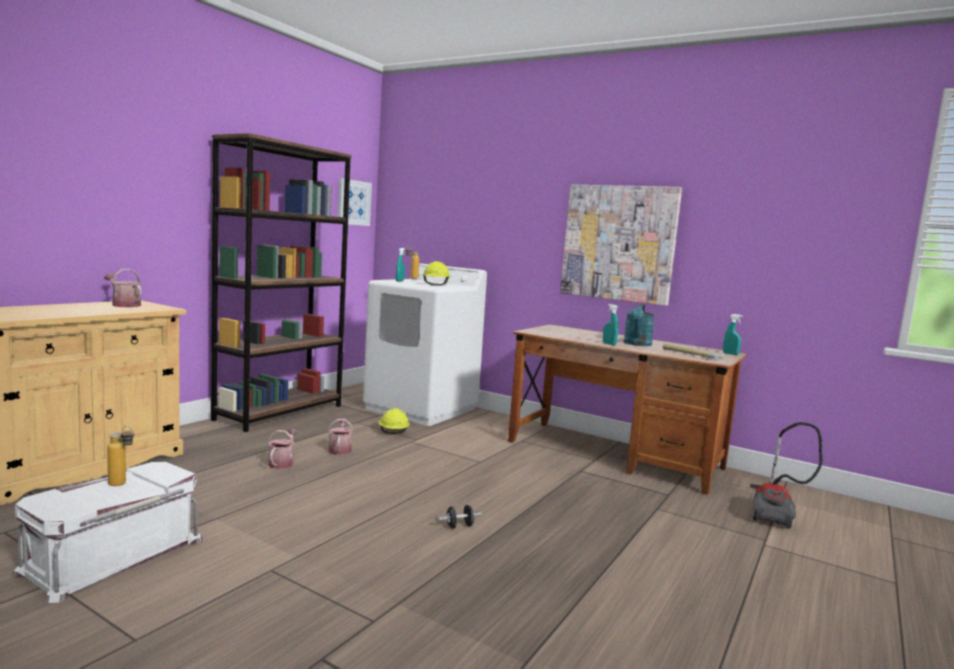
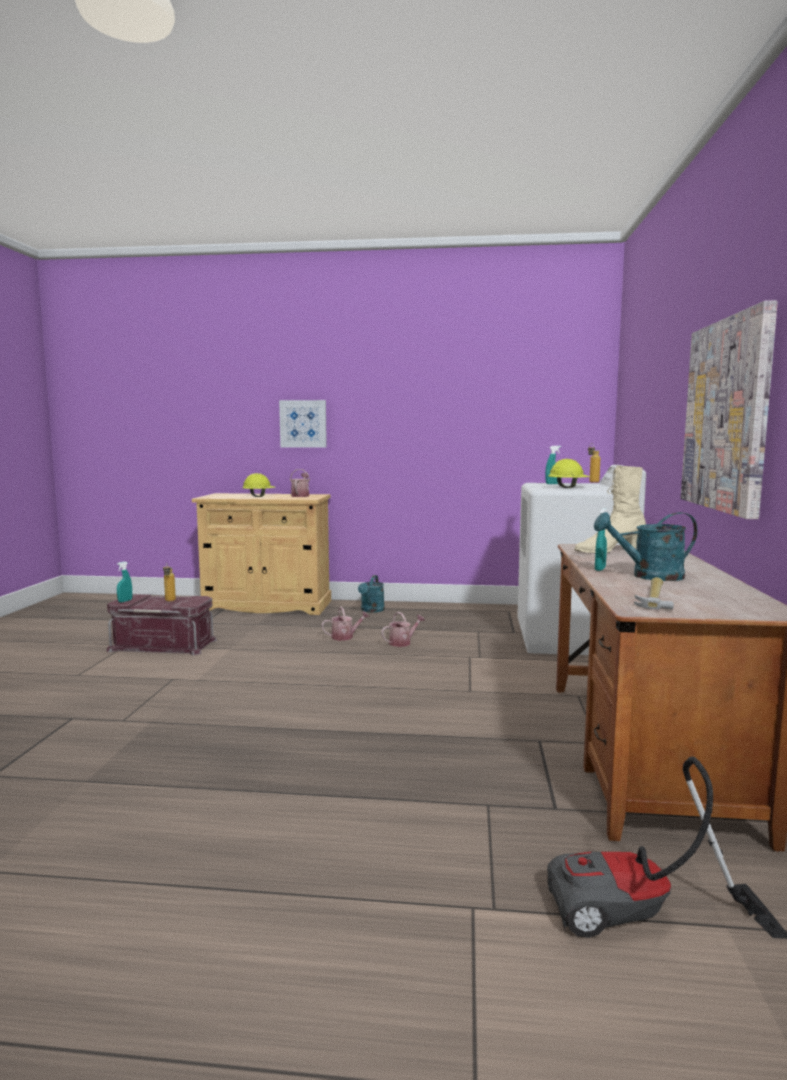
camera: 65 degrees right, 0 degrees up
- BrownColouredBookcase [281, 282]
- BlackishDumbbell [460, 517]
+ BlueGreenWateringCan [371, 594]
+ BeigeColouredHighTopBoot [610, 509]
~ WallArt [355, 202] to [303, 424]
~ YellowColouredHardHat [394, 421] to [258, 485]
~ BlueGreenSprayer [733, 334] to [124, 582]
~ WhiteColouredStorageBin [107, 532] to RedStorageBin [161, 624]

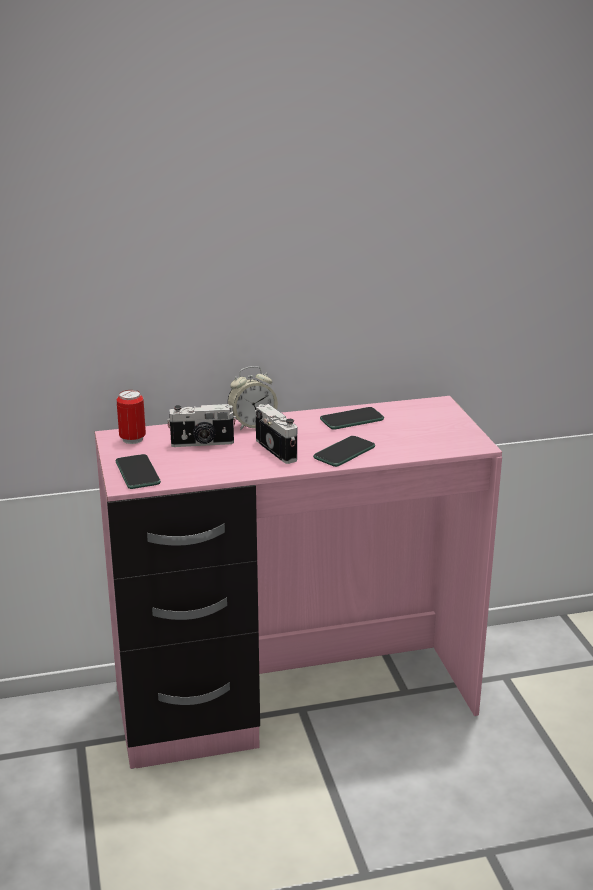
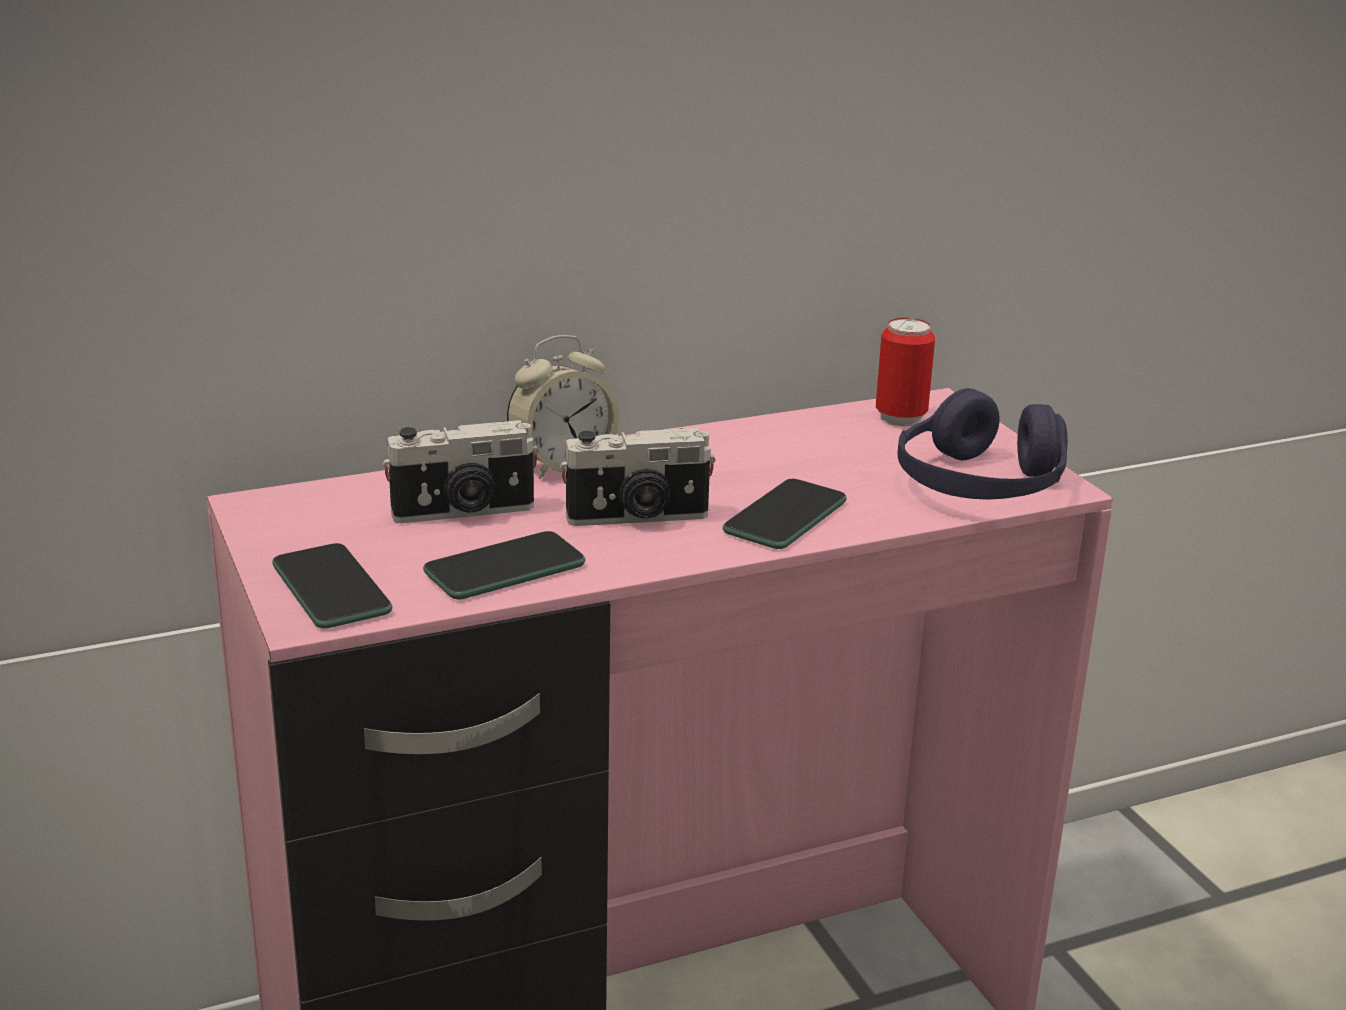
camera: 10 degrees left, 0 degrees up
+ PurplishHeadset [982, 443]
~ SealedCan [131, 417] to [905, 372]
~ Telephone [352, 418] to [504, 565]
~ PhotoCamera [276, 434] = [638, 477] 120 degrees clockwise

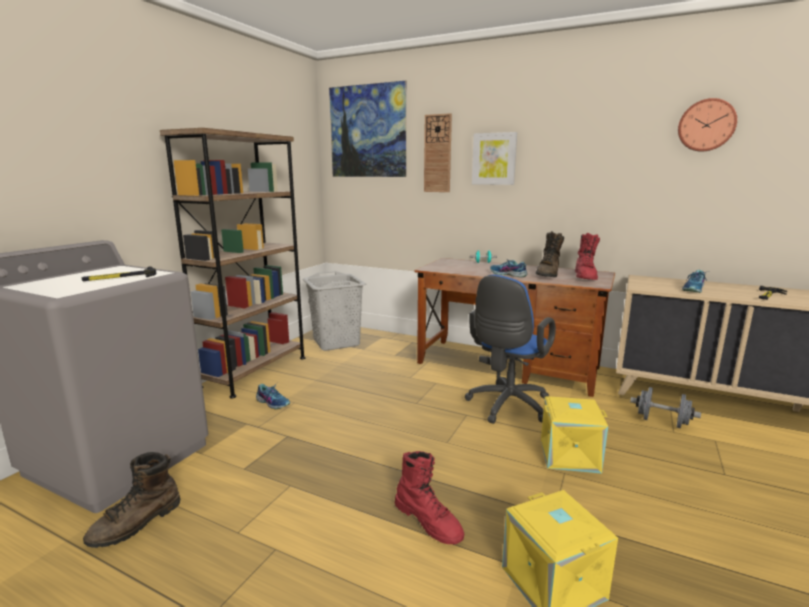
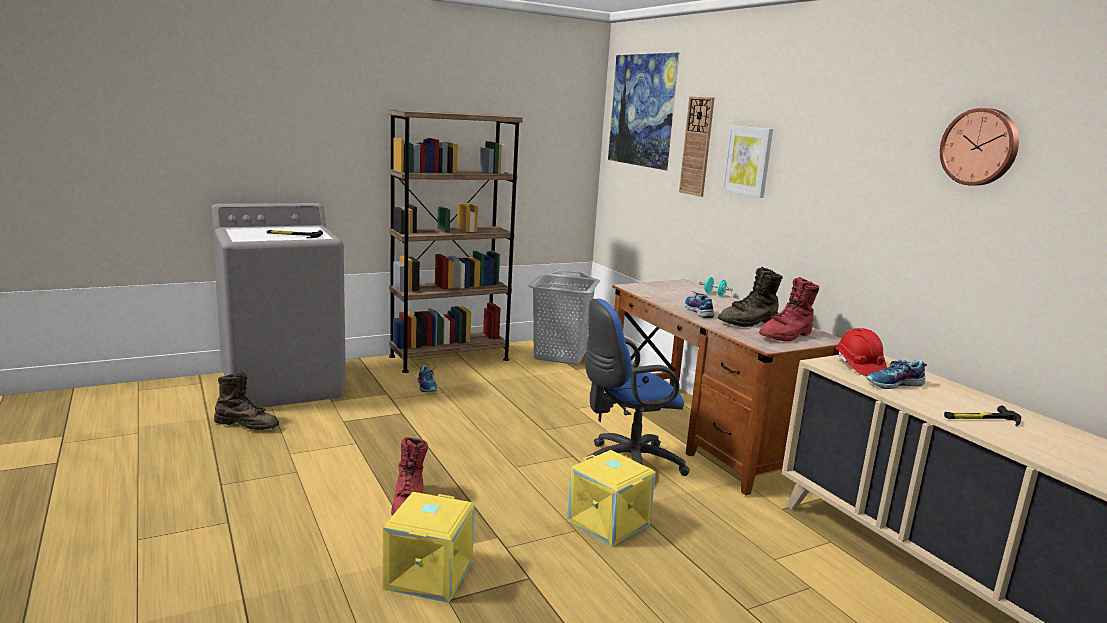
camera: 35 degrees right, 0 degrees up
- GreyDumbbell [665, 407]
+ RedHardHat [861, 352]
~ BrownColouredHighTopBoot [131, 500] = [246, 401] 150 degrees counterclockwise

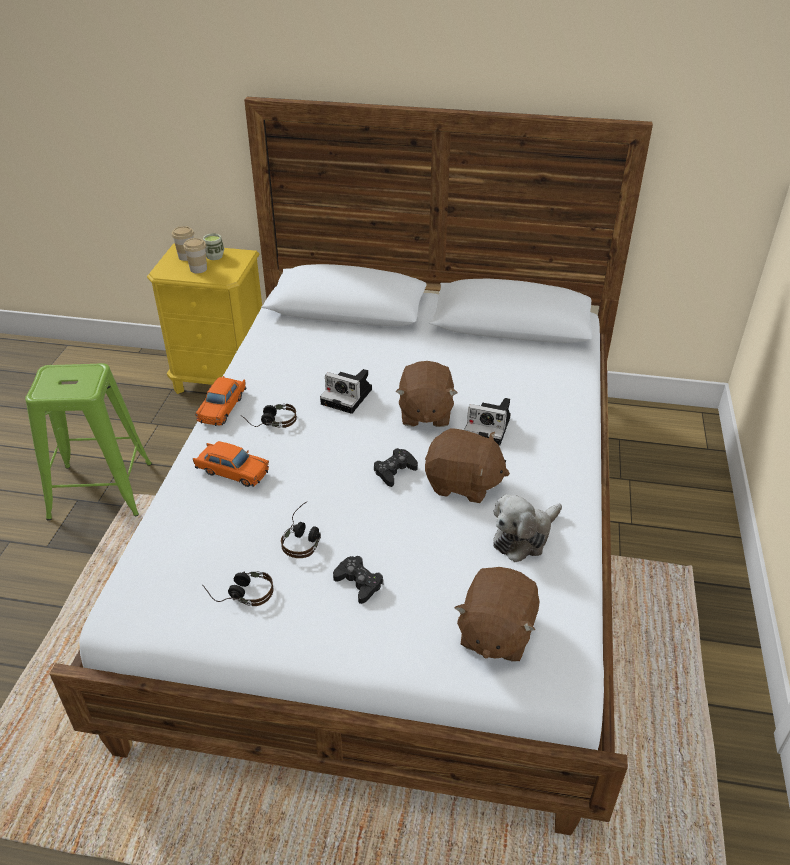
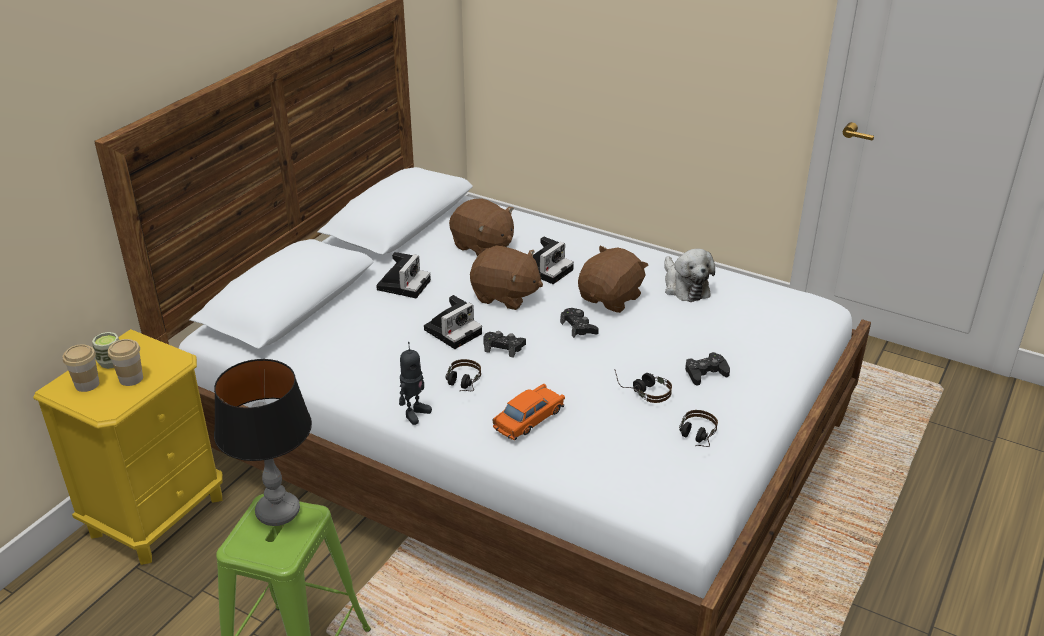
camera: 70 degrees left, 5 degrees down
+ LampForATable [263, 442]
+ PhotoCamera [403, 275]
+ BlackishGameController [504, 344]
~ BrownColouredCuddlyToy [497, 614] to [481, 227]
~ OrangeModelCar [220, 401] to RobotFigure [415, 383]

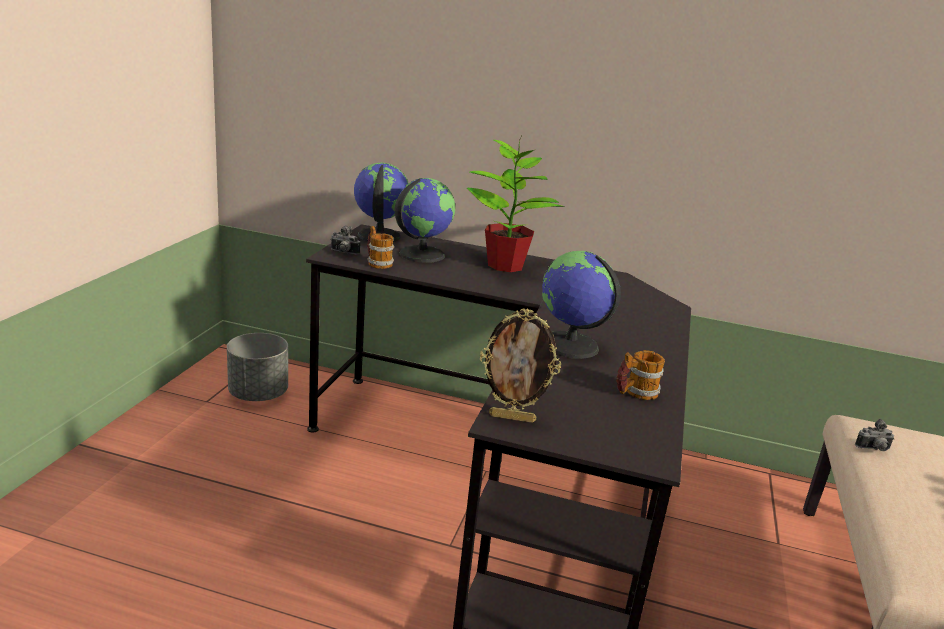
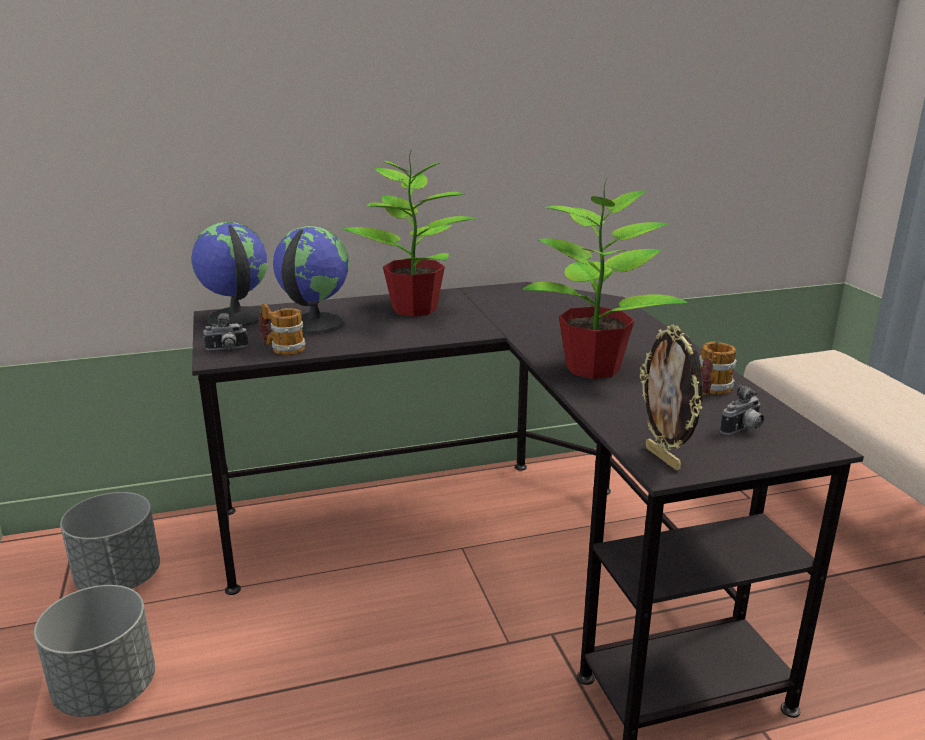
camera: 30 degrees left, 0 degrees up
+ GreyPlantPot [94, 651]
~ PhotoCamera [875, 435] to [742, 410]
~ WorldGlobe [581, 305] to Houseplant [605, 279]
~ StandingFrame [520, 365] = [671, 397] 90 degrees clockwise

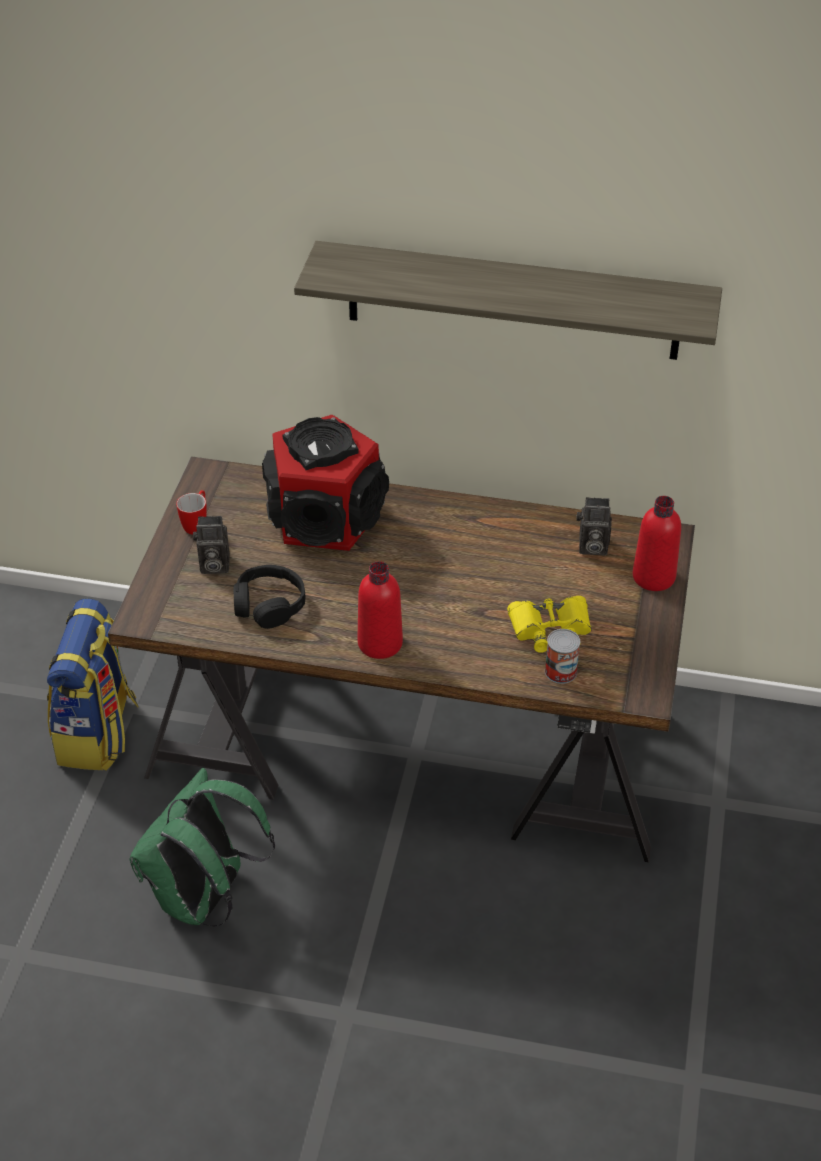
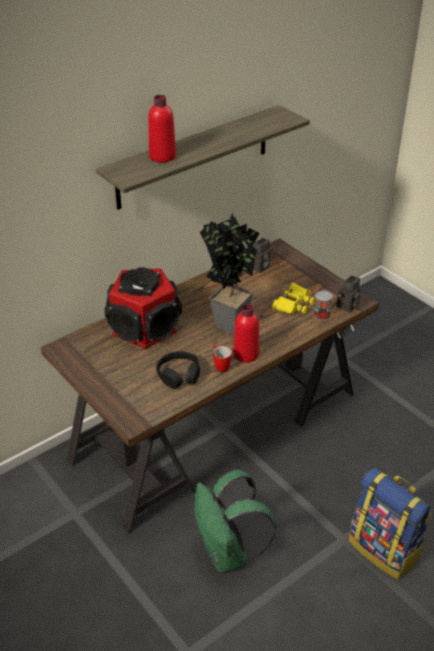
camera: 50 degrees left, 5 degrees down
+ Houseplant [229, 274]
~ Knapsack [93, 684] to [390, 524]
~ Mug [191, 512] to [222, 358]
~ PhotoCamera [211, 545] to [348, 294]
~ RedBottle [656, 543] to [162, 128]

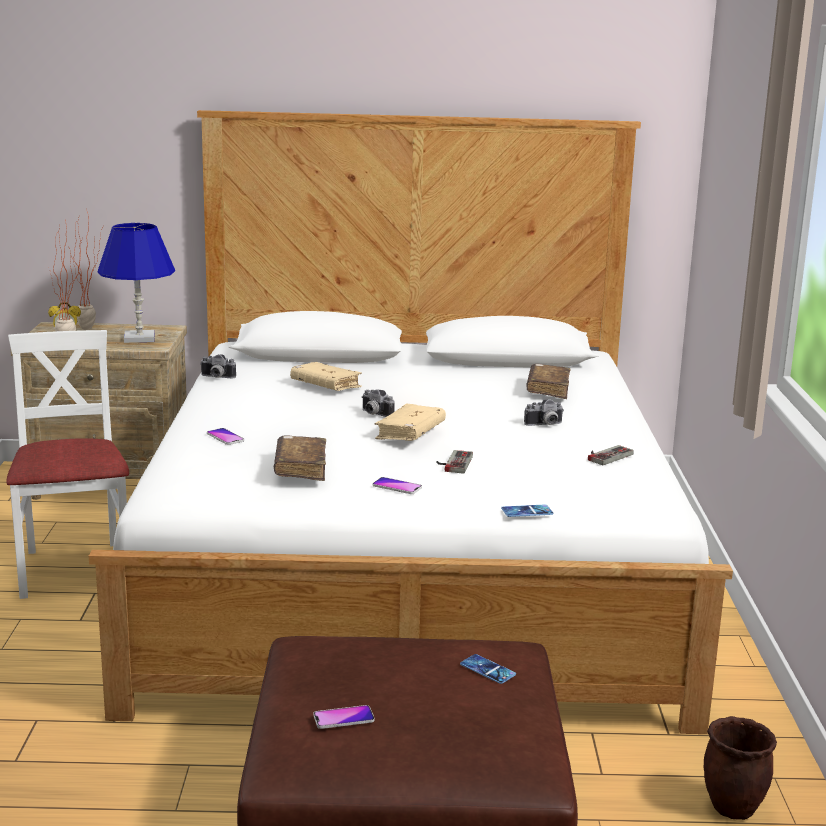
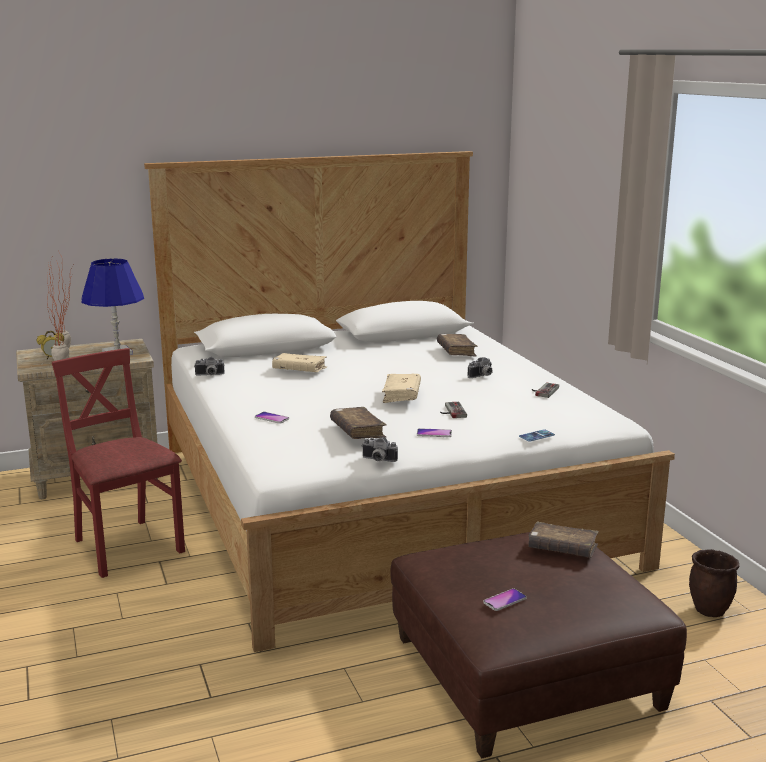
camera: 20 degrees left, 0 degrees up
~ PhotoCamera [378, 403] to [380, 449]
~ Telephone [488, 669] to BrownColouredBook [563, 540]
~ WhiteColouredPlainChair [67, 464] to RedPlainChair [118, 463]

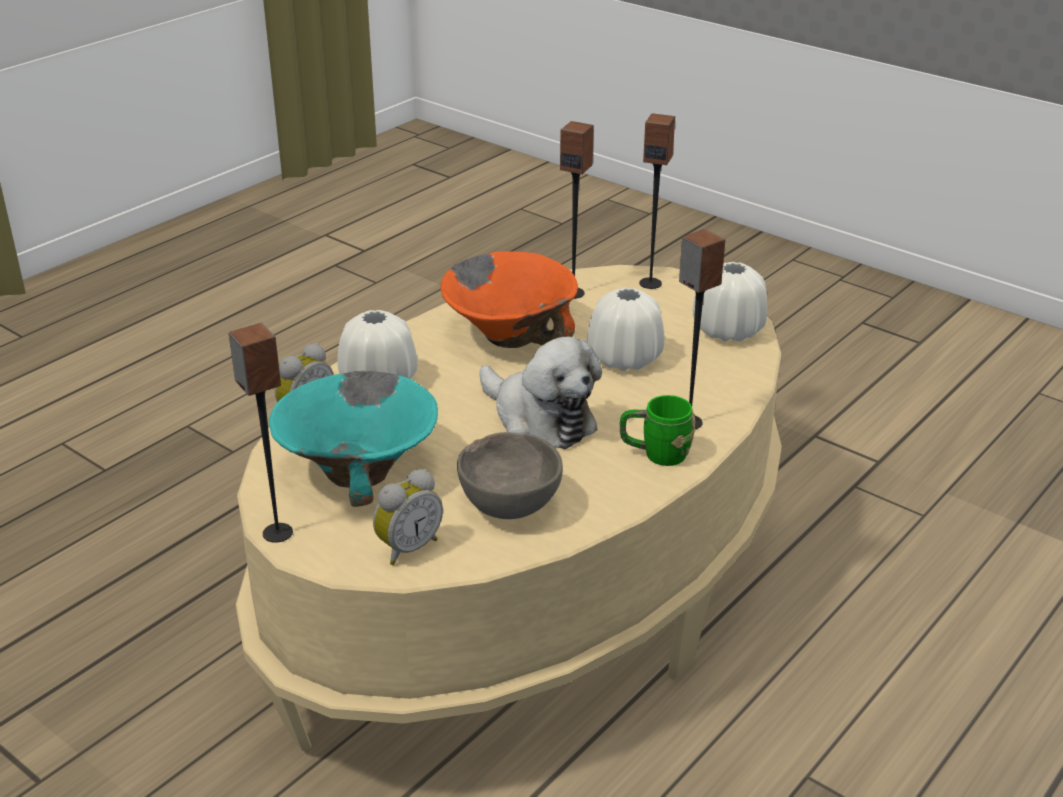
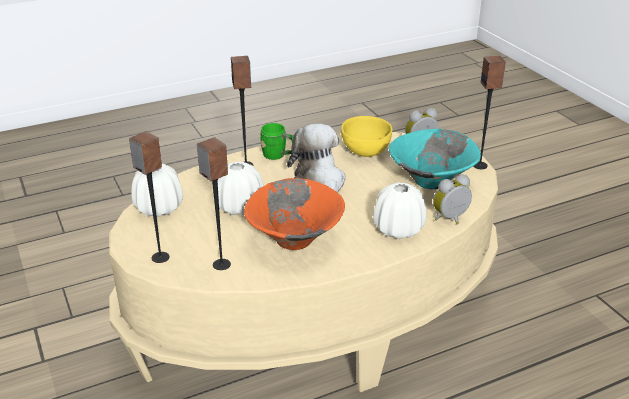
camera: 155 degrees left, 0 degrees up
~ GreyDeepDish [510, 475] to YellowColouredDeepDish [366, 136]

